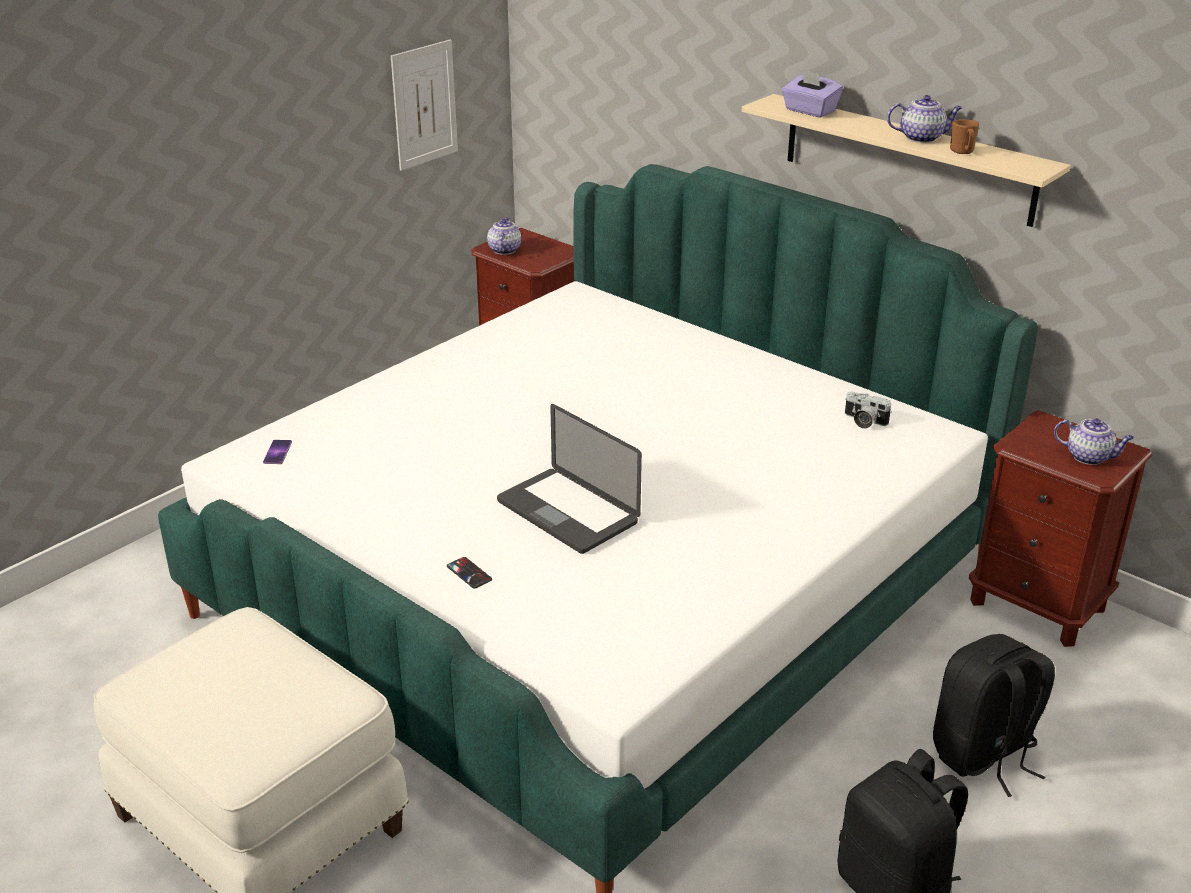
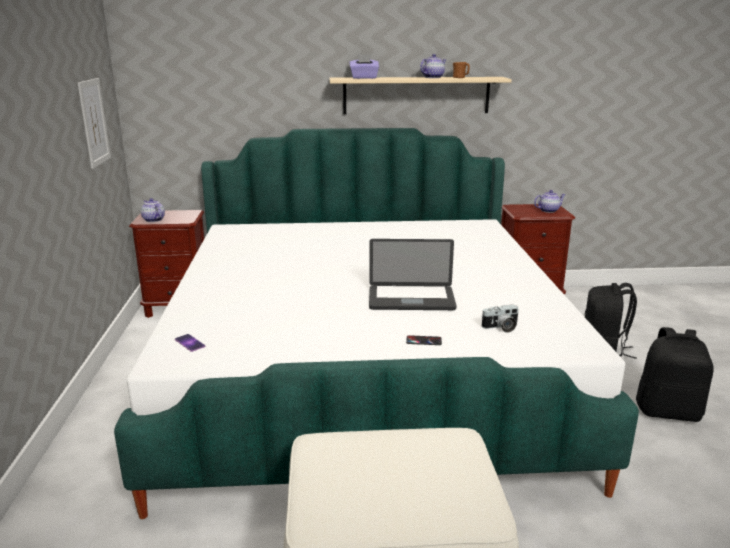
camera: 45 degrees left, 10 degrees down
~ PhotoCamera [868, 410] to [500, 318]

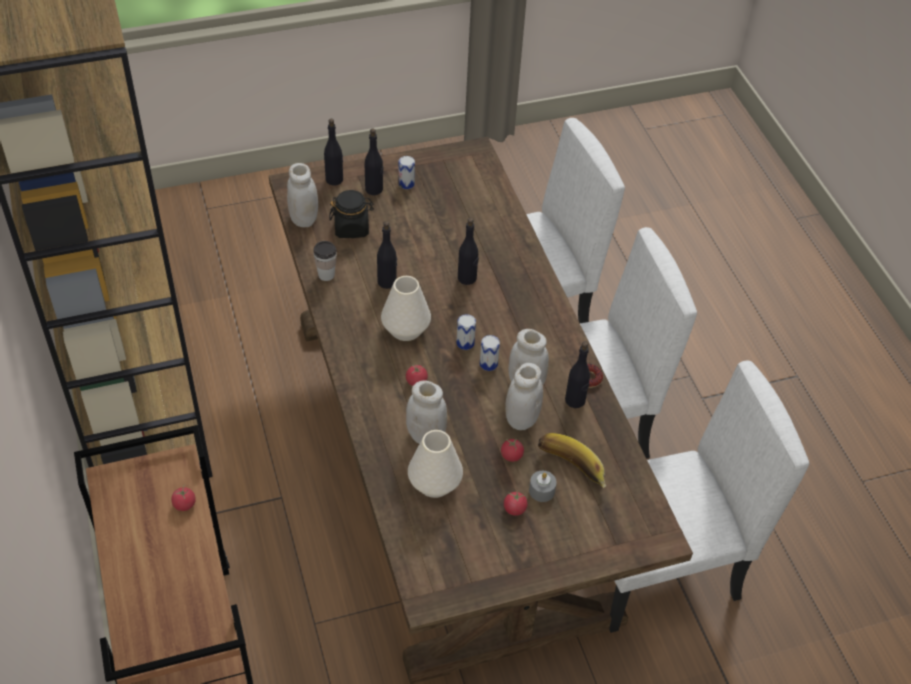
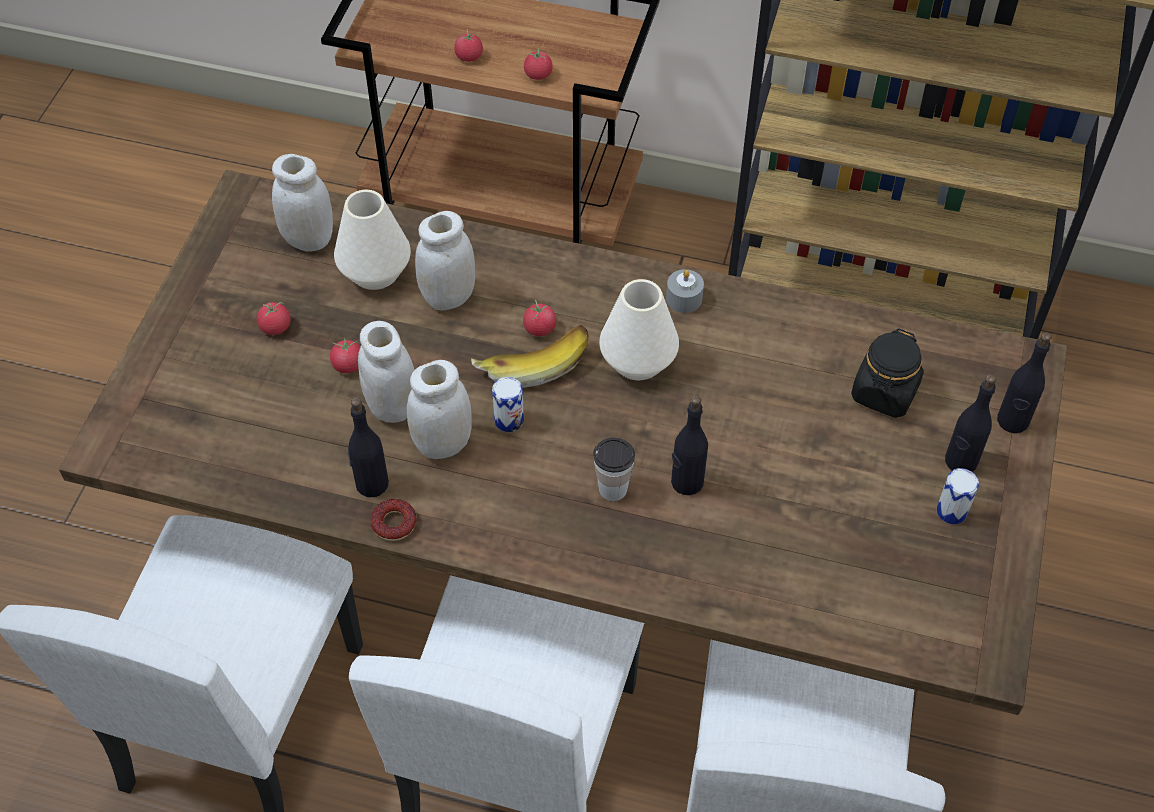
camera: 125 degrees right, 5 degrees up
- BlackishBottle [387, 255]
- SealedCan [466, 332]
+ Tomato [468, 45]
~ WhiteColouredPreserveJar [302, 195] to [302, 203]
~ SmallCup [325, 261] to [614, 469]
~ GreyWaxLight [543, 486] to [685, 291]
~ WholeBanana [572, 460] to [530, 356]

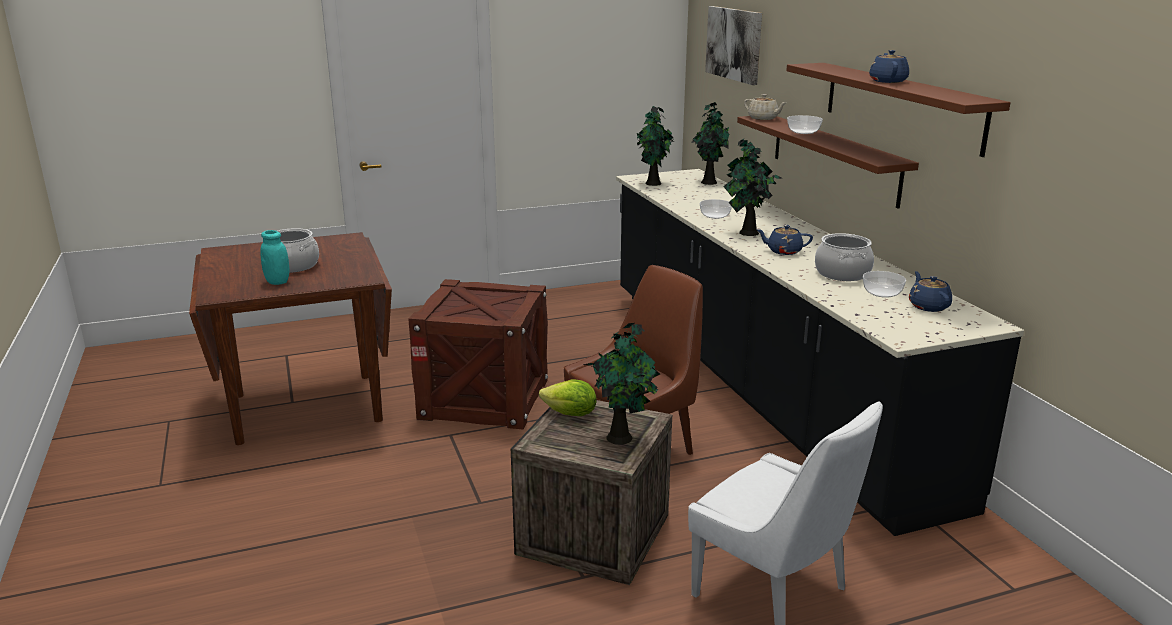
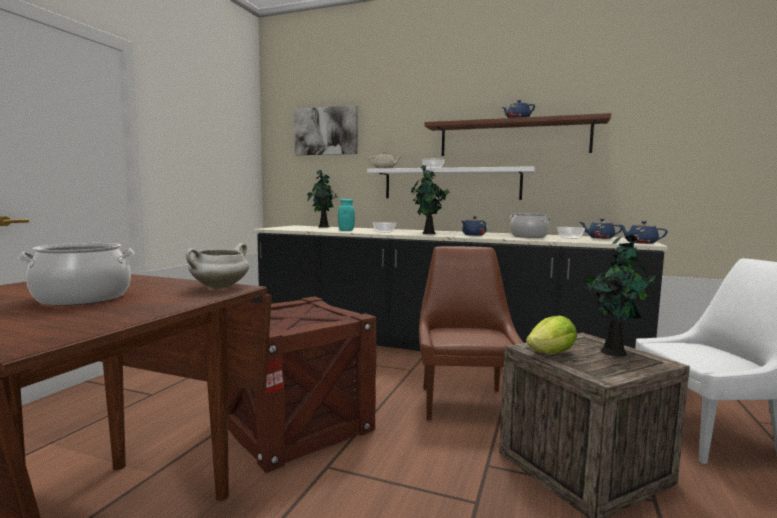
camera: 50 degrees left, 15 degrees down
- Houseplant [656, 146]
+ WhiteColouredCookingPot [217, 266]
+ BlueTeapot [643, 232]
~ BlueGreenPreserveJar [275, 257] to [346, 215]
~ BrownColouredShelf [828, 162] to WhiteColouredShelf [451, 183]

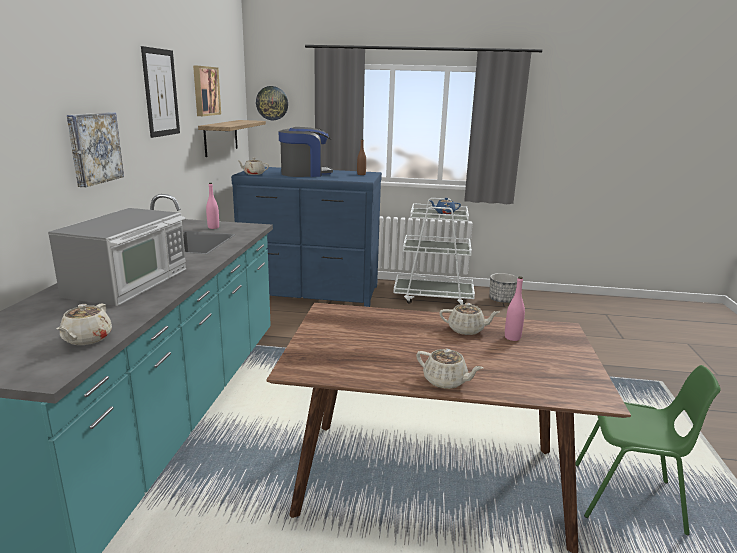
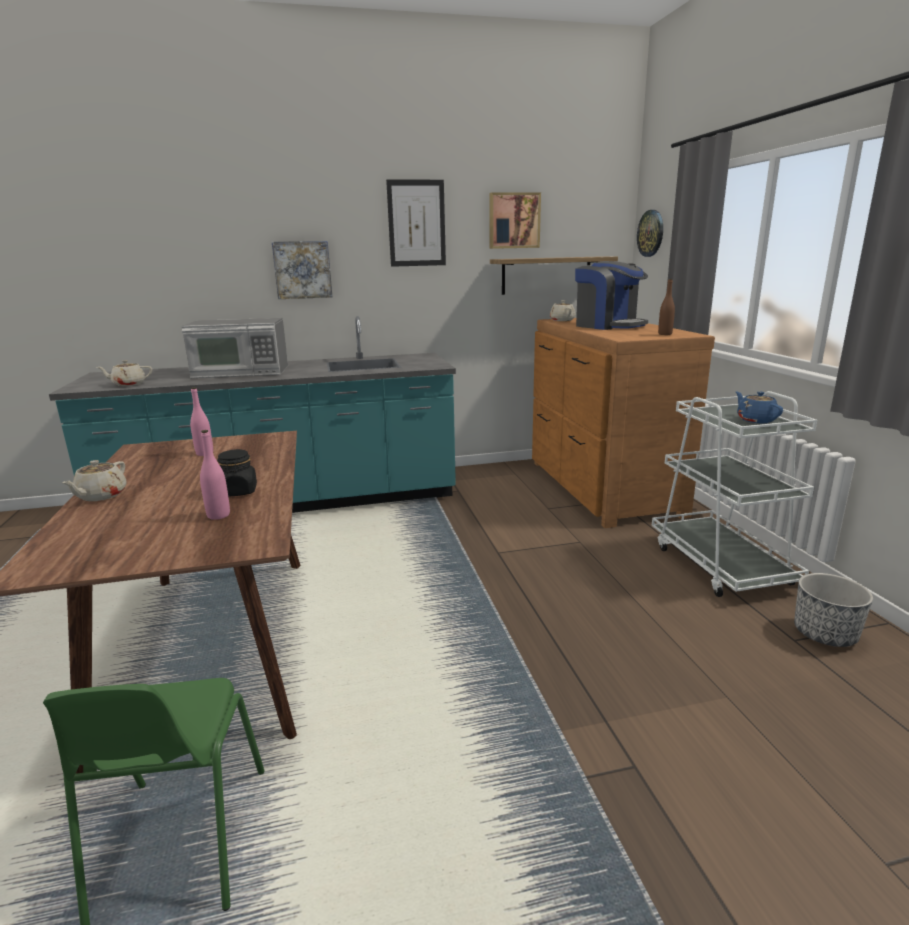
camera: 70 degrees right, 0 degrees up
~ PinkColouredBottle [212, 206] to [201, 421]
~ BeigeColouredTeapot [469, 319] to BlackishPreserveJar [237, 472]
~ BlueDrawerChest [306, 237] to BrownColouredDrawerChest [623, 423]

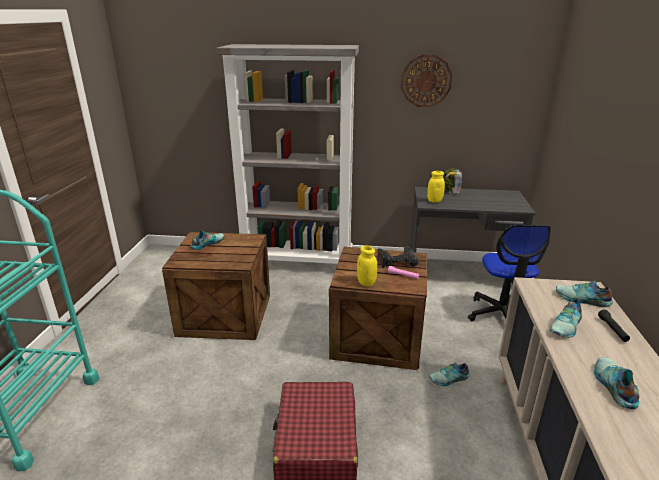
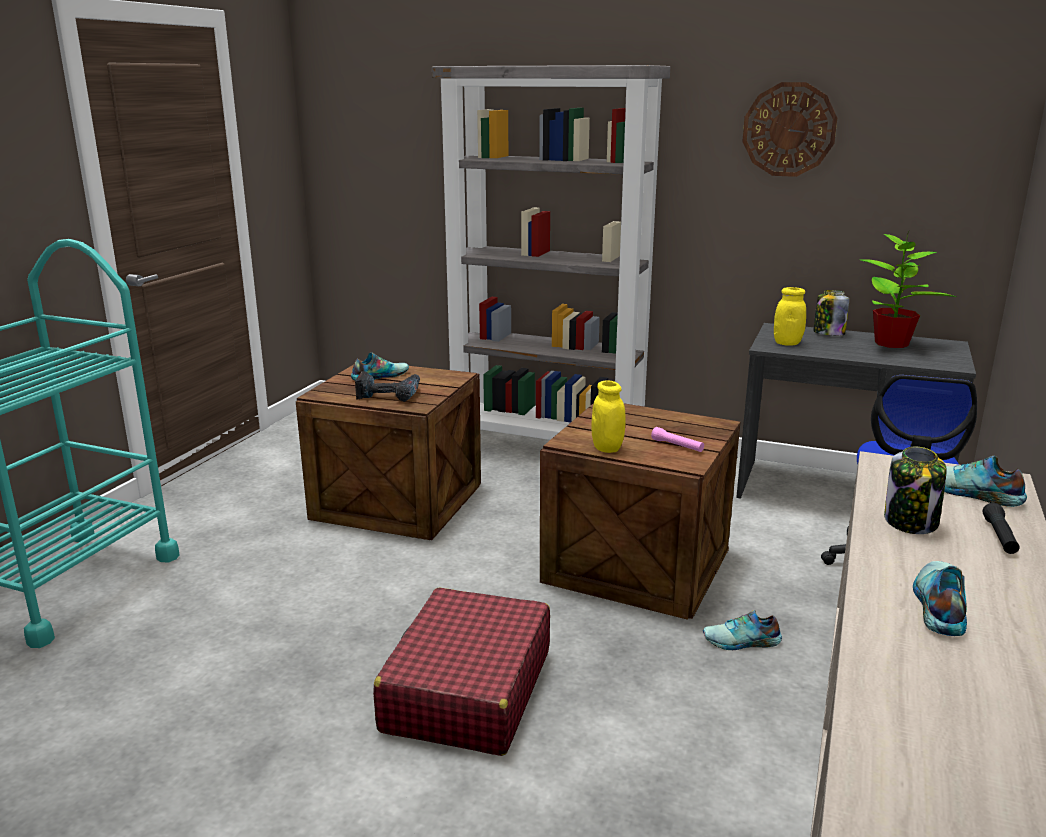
camera: 15 degrees right, 5 degrees down
+ Houseplant [908, 290]
~ Drill [398, 257] to [387, 386]
~ Shoe [566, 319] to PreserveJar [915, 490]

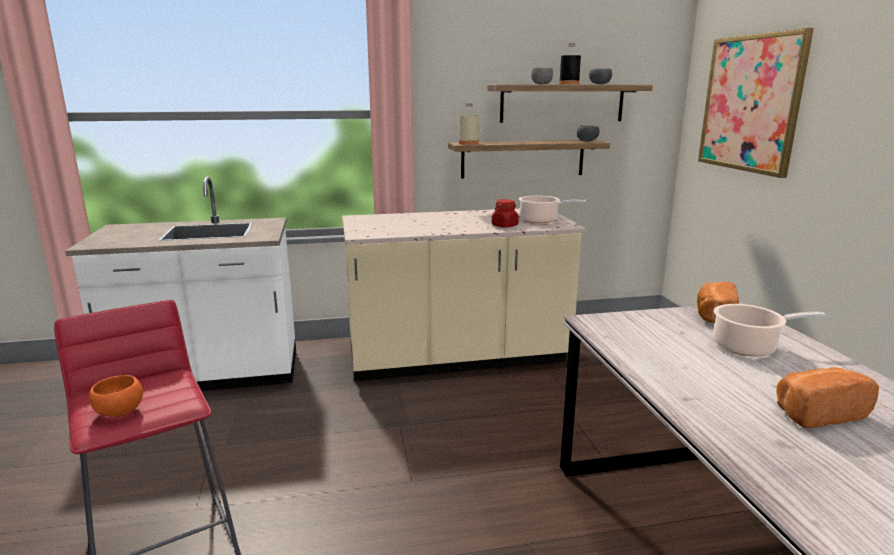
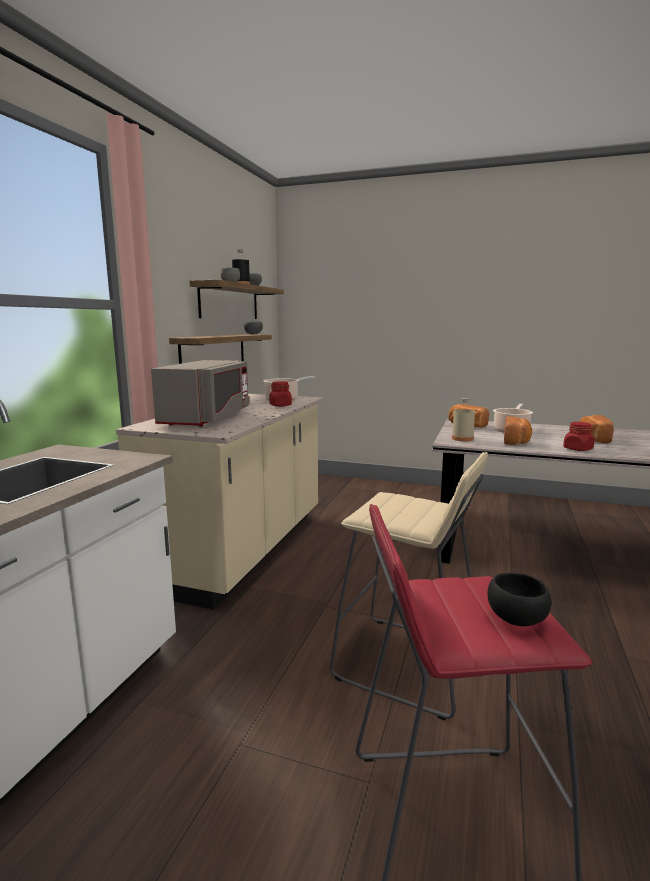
camera: 60 degrees left, 5 degrees down
- WallArt [756, 103]
+ GreyKitchenMicrowave [200, 393]
+ BeigeColouredSittingStool [409, 586]
+ BakedBread [518, 430]
+ RedPreserveJar [578, 436]
~ BeigeColouredBottle [469, 124] to [463, 419]
~ OrangeDeepDish [116, 396] to BlackishDeepDish [519, 599]

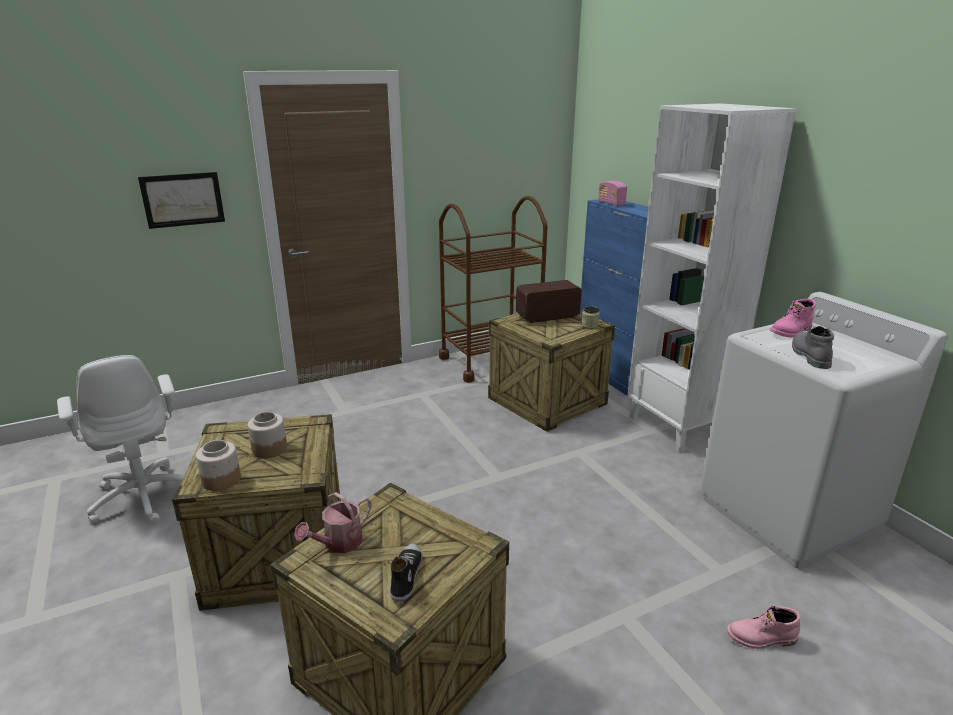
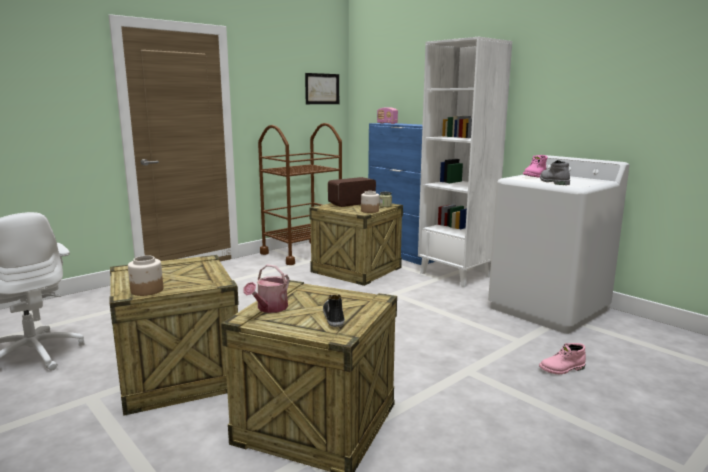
camera: 15 degrees left, 10 degrees down
~ WallArt [181, 200] to [322, 88]
~ PreserveJar [267, 435] to [370, 202]

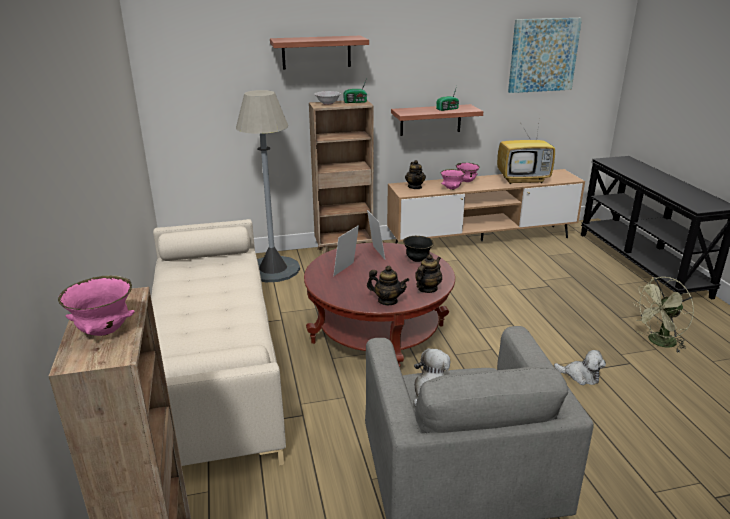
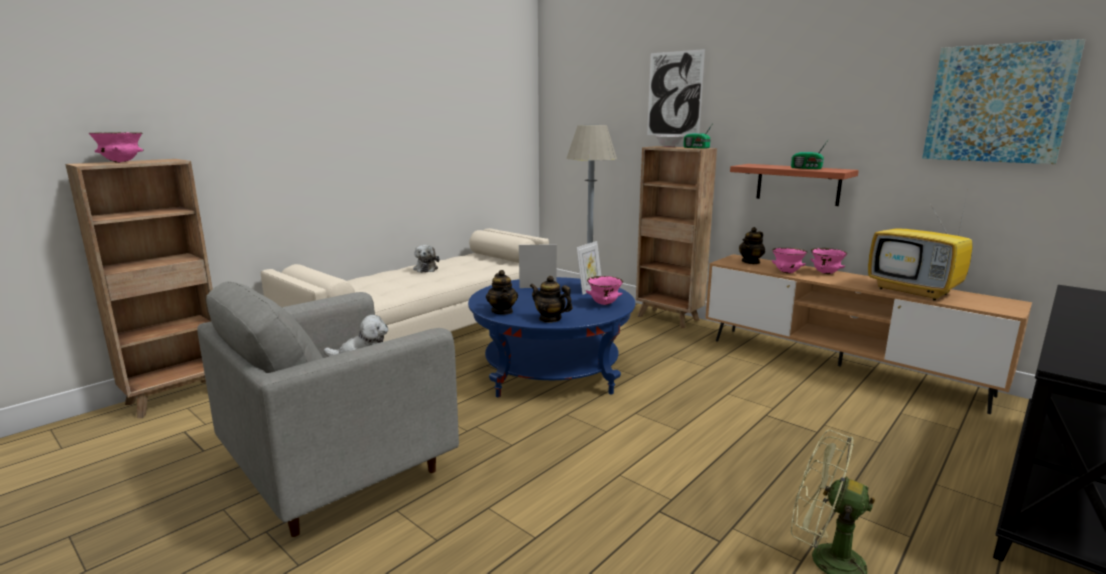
camera: 55 degrees right, 10 degrees down
~ CuddlyToy [580, 367] to [426, 259]
~ Shelf [319, 53] to WallArt [676, 92]
~ RedCoffeeTable [379, 305] to BlueCoffeeTable [551, 337]
~ BlackishDeepDish [418, 249] to PinkColouredDeepDish [604, 290]
~ Teapot [428, 273] = [551, 299] 150 degrees counterclockwise

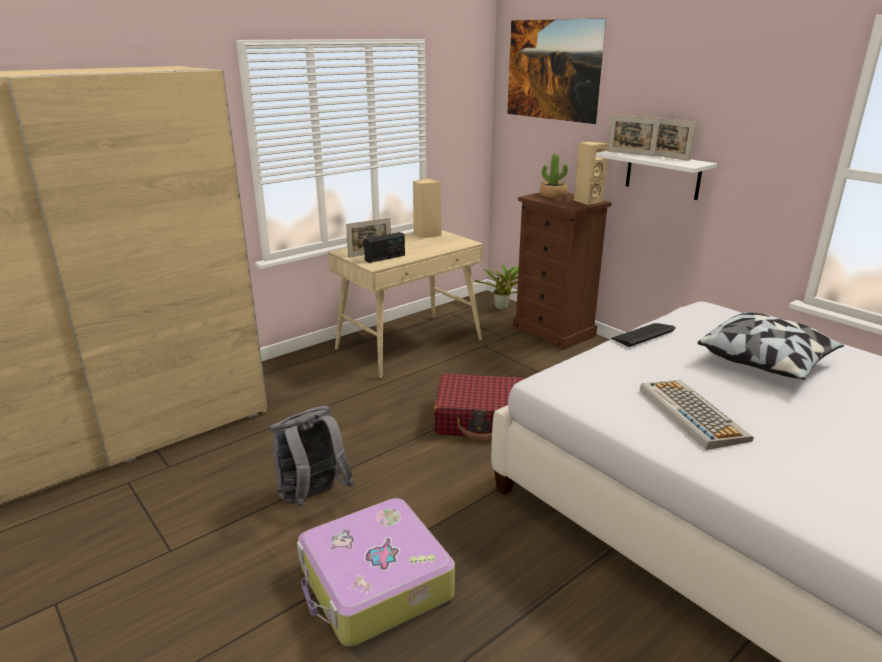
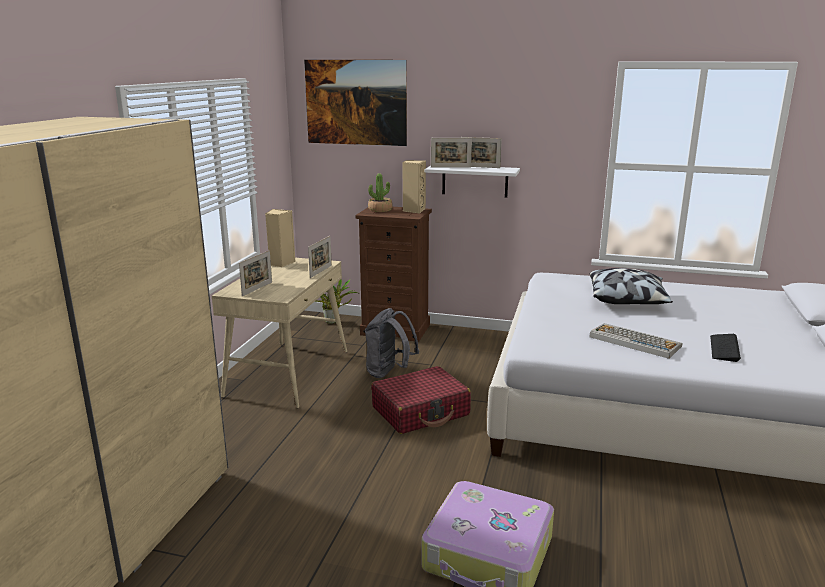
camera: 35 degrees left, 5 degrees down
- RadioSet [384, 247]
+ StandingFrame [320, 257]
~ GreyKnapsack [312, 456] to [392, 343]
~ ComputerKeyboard [643, 335] to [725, 348]

